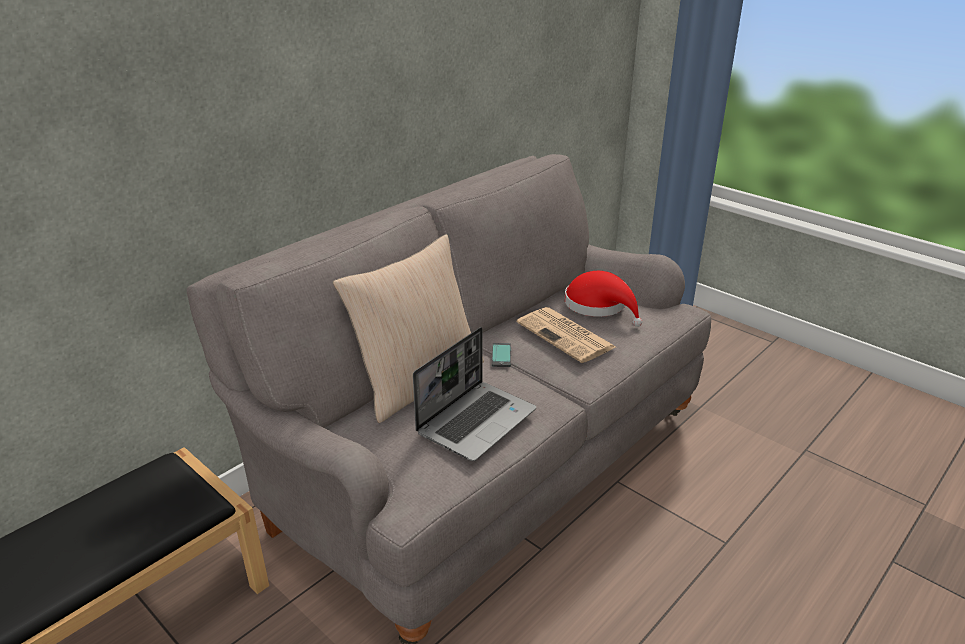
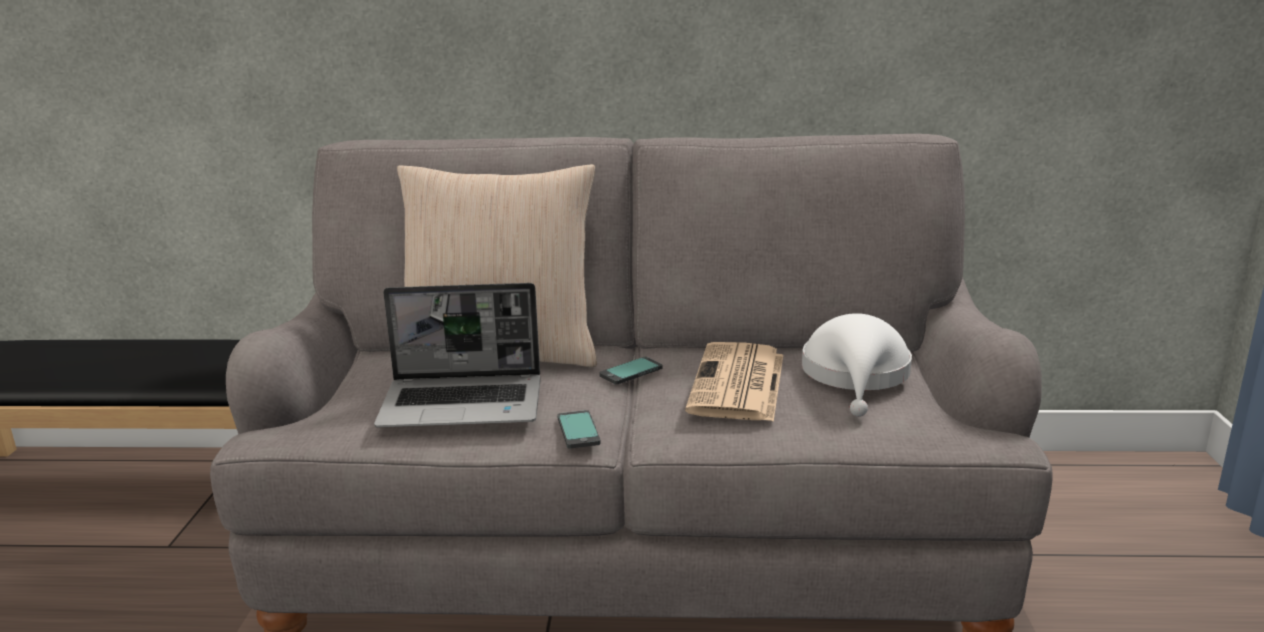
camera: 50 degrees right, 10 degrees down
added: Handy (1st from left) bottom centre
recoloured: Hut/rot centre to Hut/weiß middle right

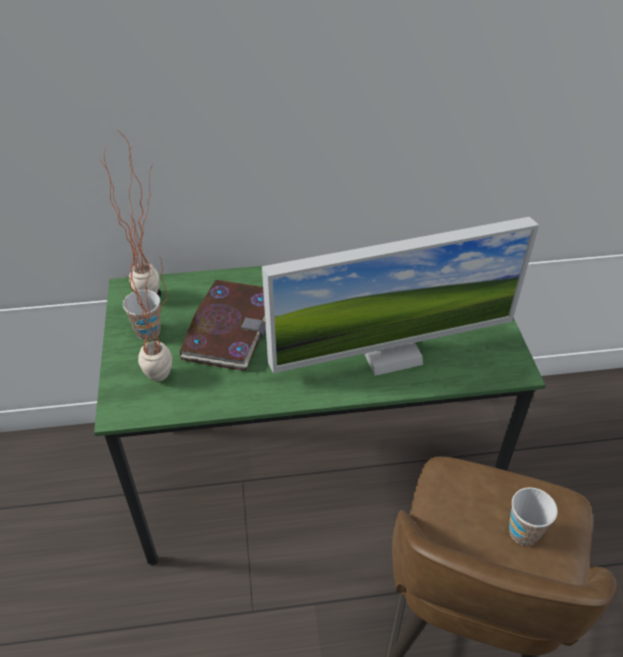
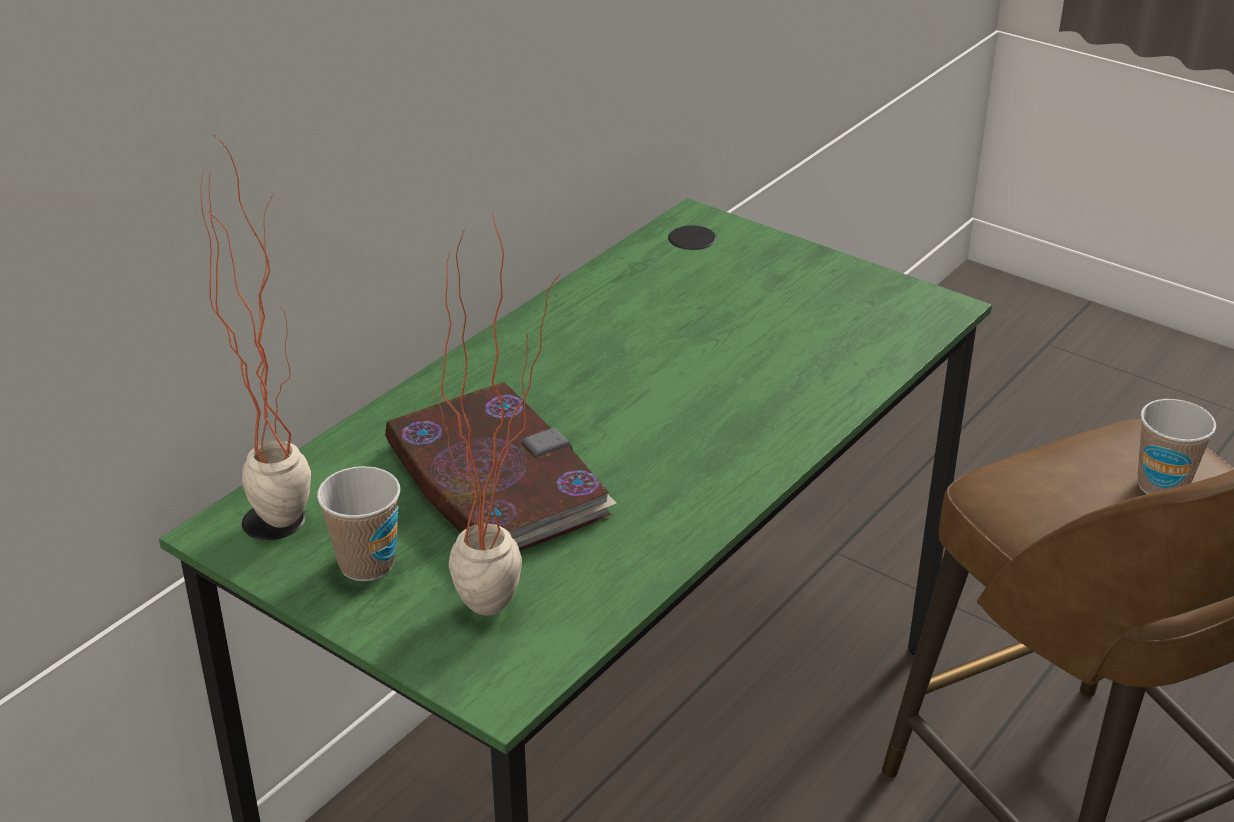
camera: 45 degrees left, 10 degrees down
removed: Monitor centre

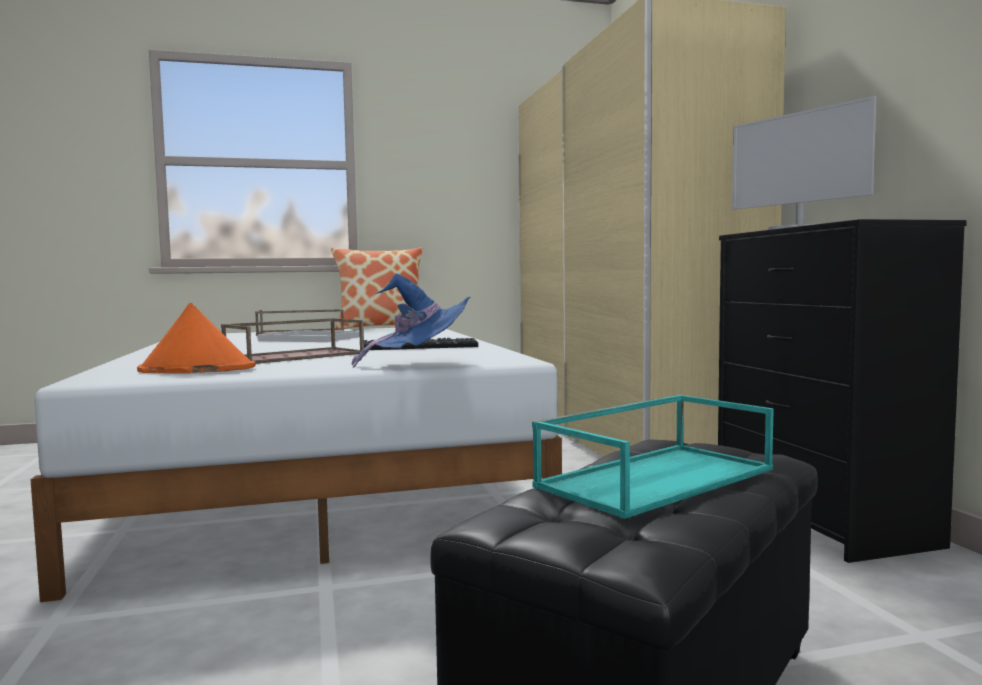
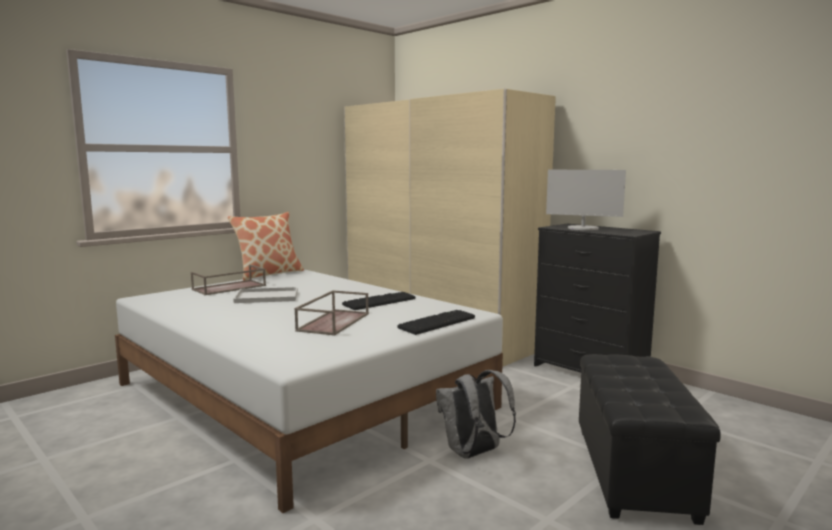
camera: 30 degrees left, 5 degrees up
removed: Hut/orange middle left; Tablett/türkis bottom centre
added: Rucksack/grau bottom centre
replaced: Hut/blau centre to Tastatur (2nd from left) centre

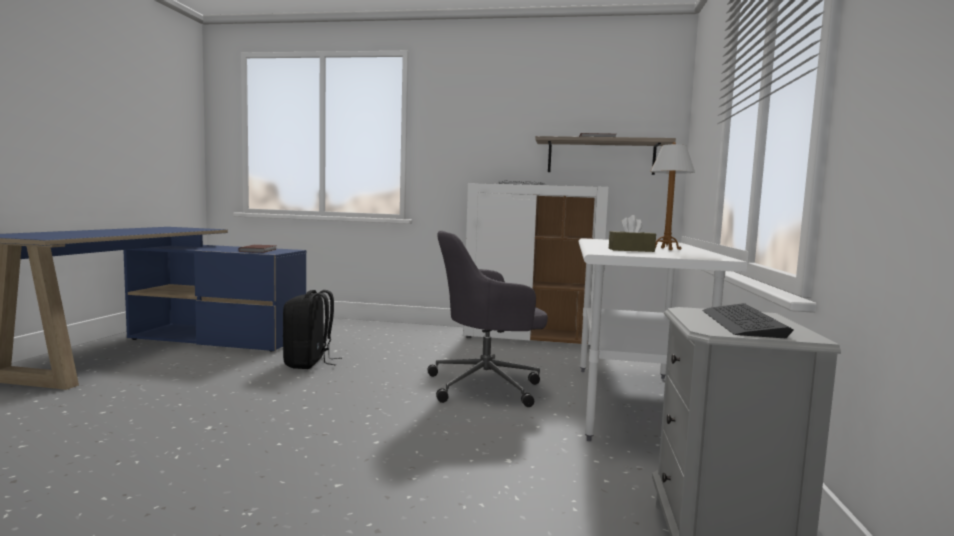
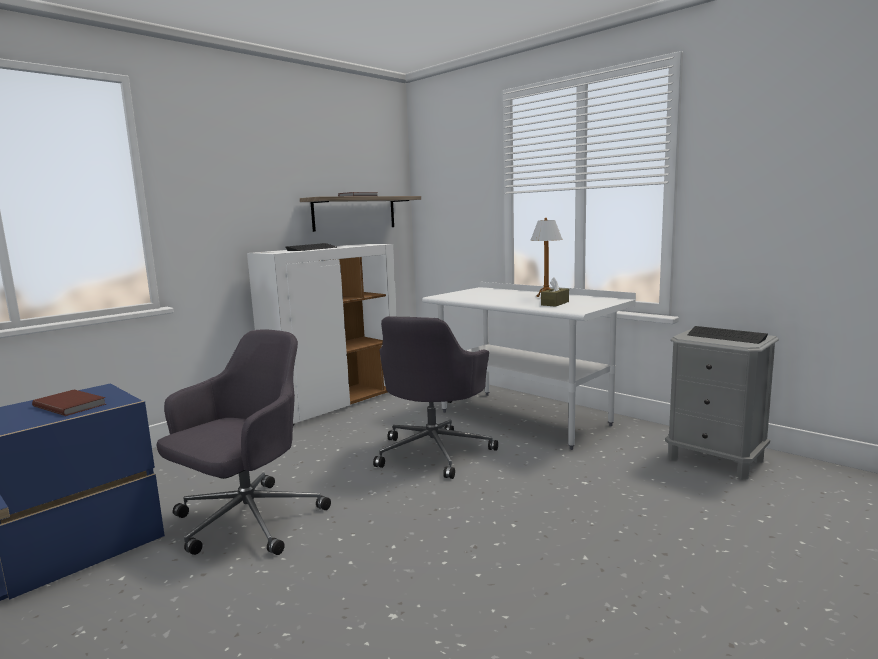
camera: 55 degrees left, 5 degrees up
replaced: Rucksack/schwarz middle left to Bürostuhl/grau (1st from left) bottom left

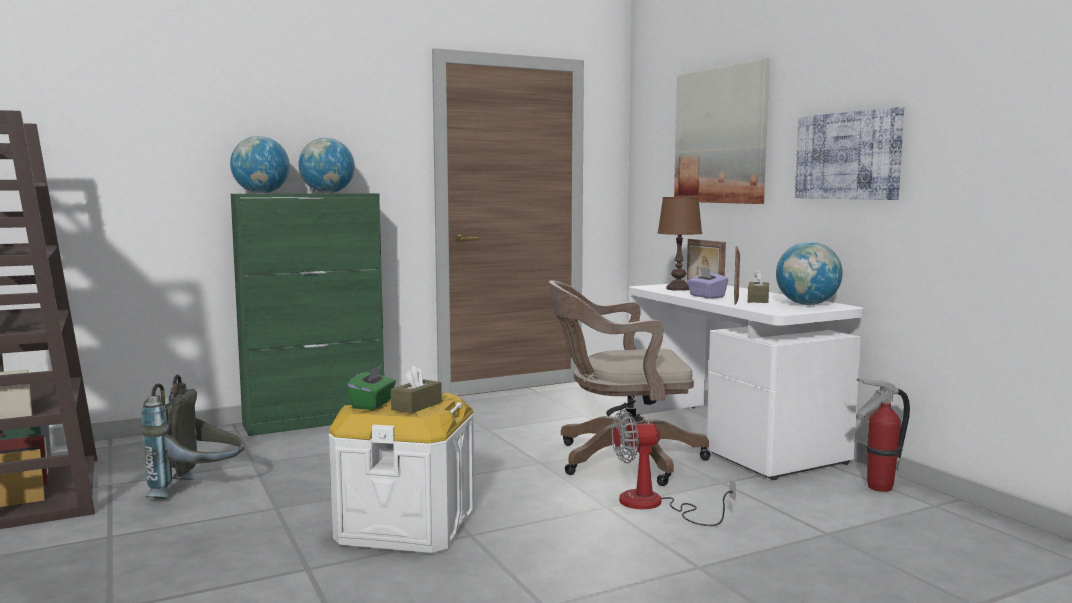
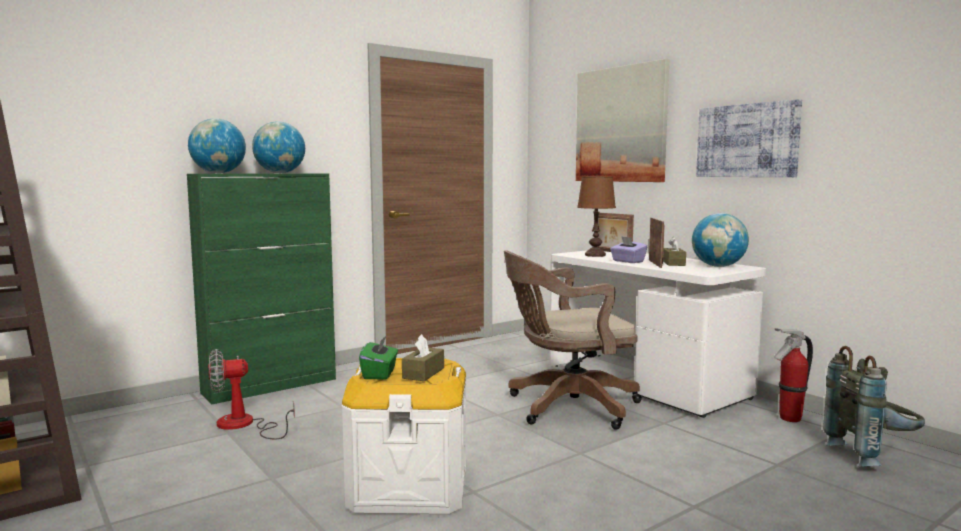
camera: 10 degrees left, 0 degrees up
moved: Rucksack/grau bottom left to bottom right; Ventilator bottom centre to bottom left

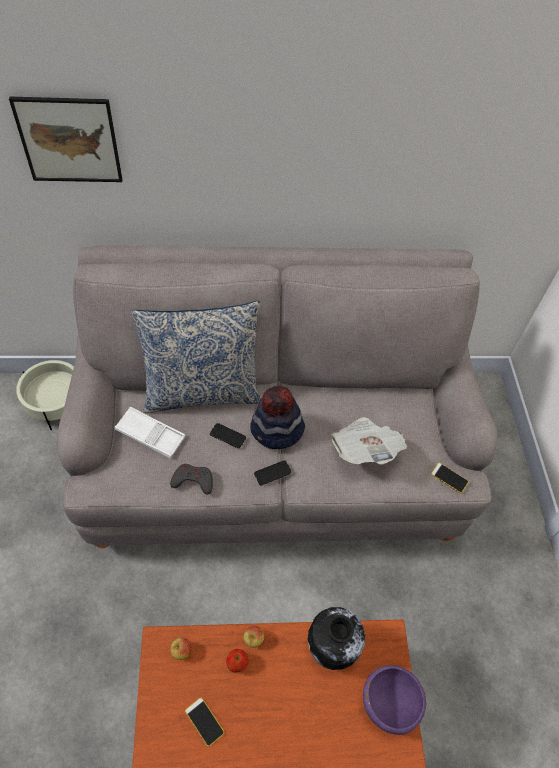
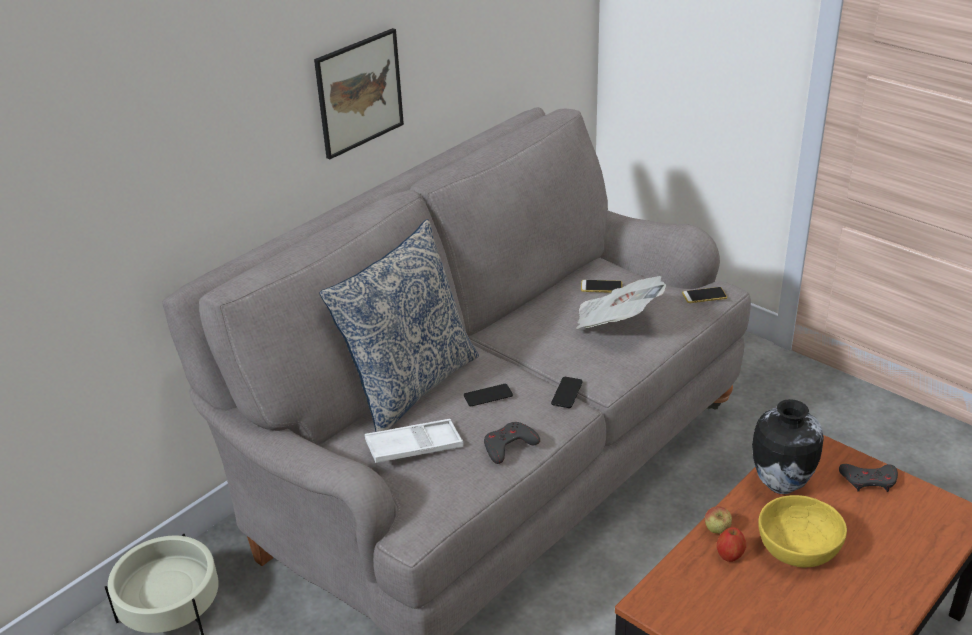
camera: 40 degrees left, 20 degrees down
removed: Hut centre; Apfel (1st from left) bottom left
added: Schüssel/gelb bottom right
moved: Bild top left to top centre; Handy (1st from left in the first image) bottom centre to Handy (3rd from left) centre
replaced: Schüssel/lila bottom right to Gamepad/grau (2nd from left) bottom right

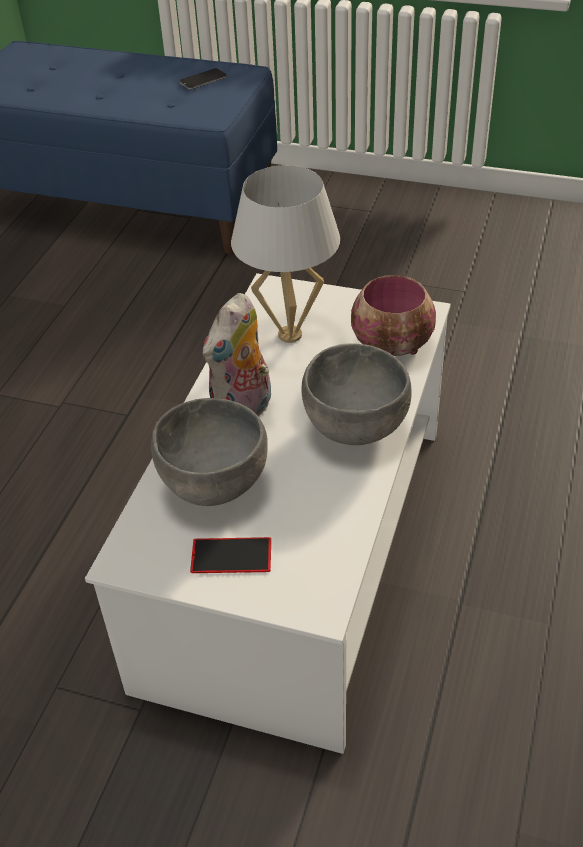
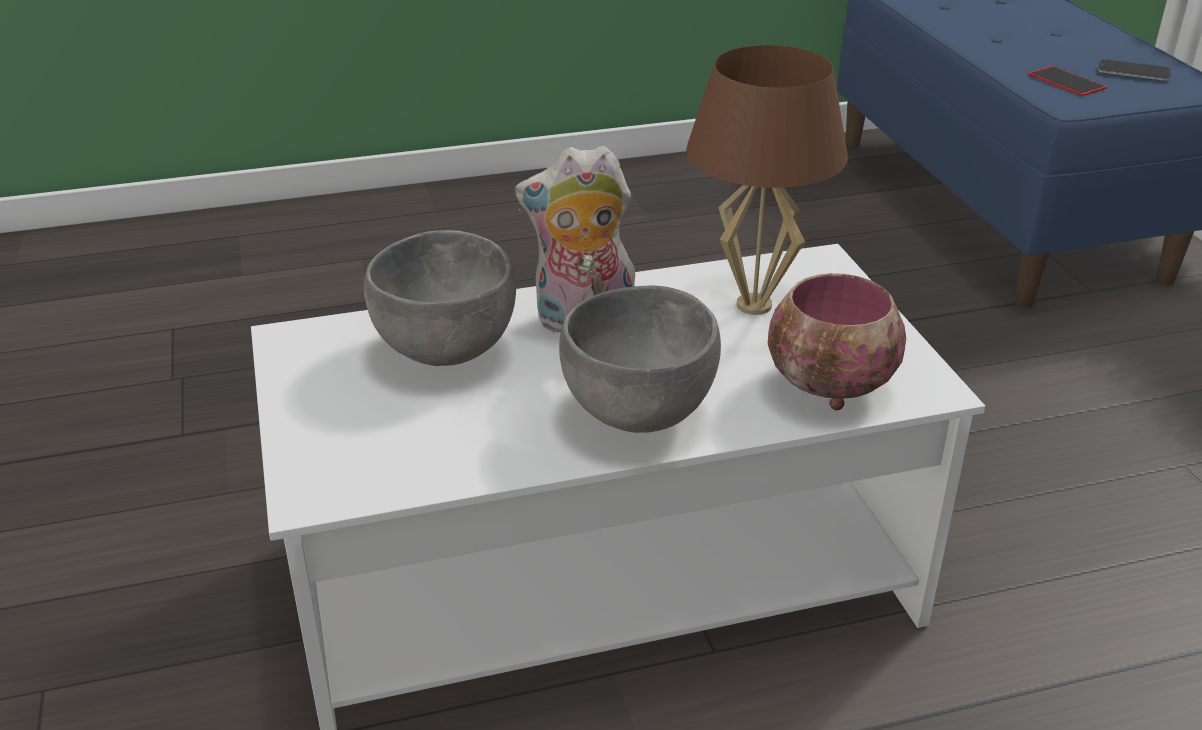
camera: 55 degrees right, 10 degrees down
moved: Handy (2nd from left in the first image) centre to Handy (1st from left) top right
recoloured: Tischlampe/weiß top centre to Tischlampe/braun top centre

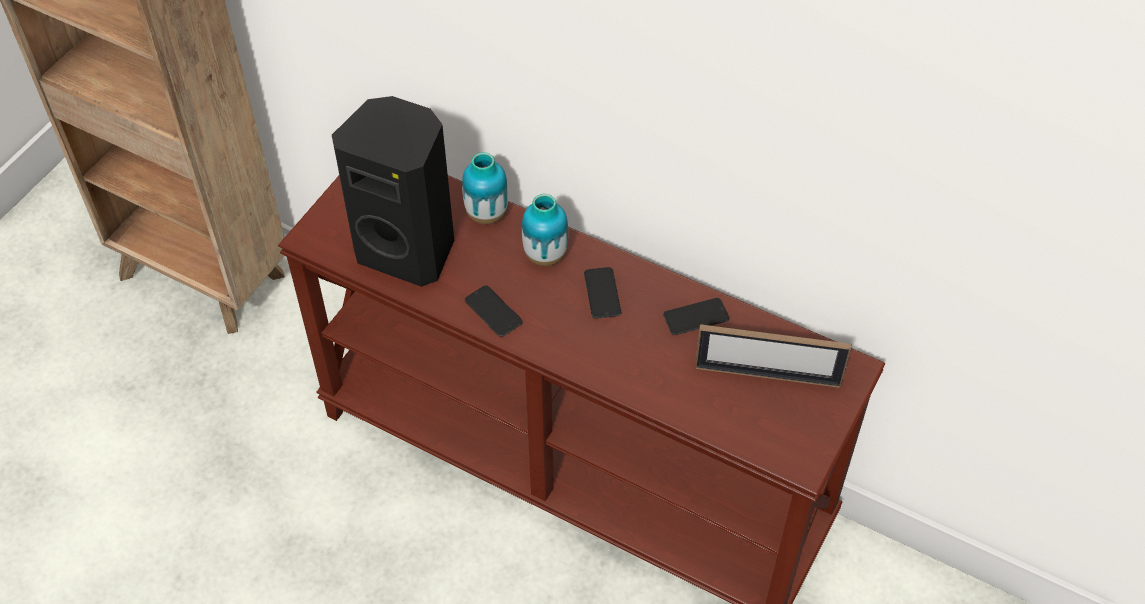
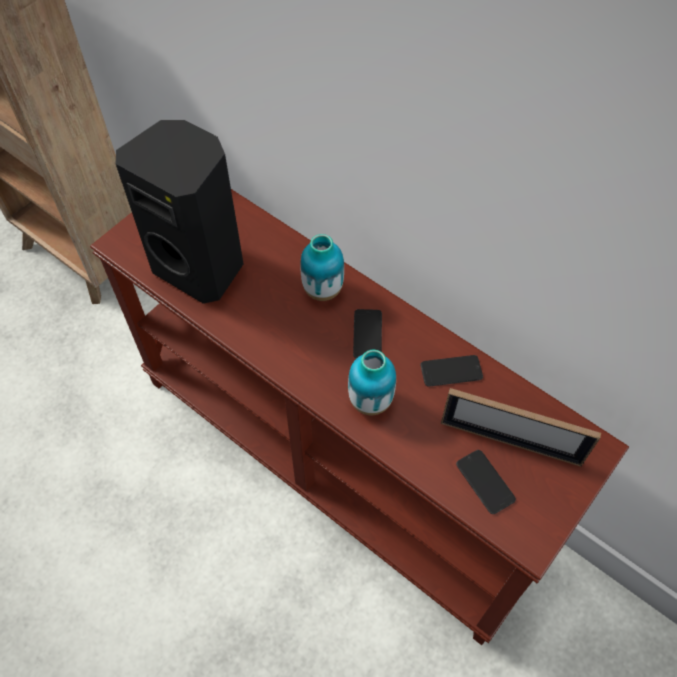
camera: 10 degrees right, 5 degrees up
moved: Vase (1st from left in the first image) top centre to Vase (2nd from left) centre; Handy (1st from left in the first image) centre to Handy (3rd from left) bottom right

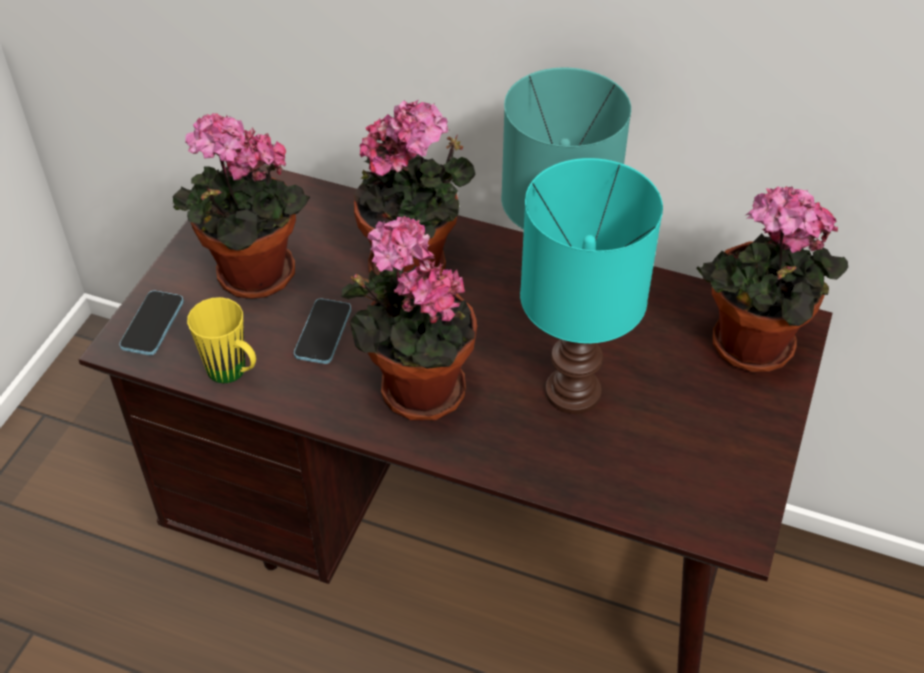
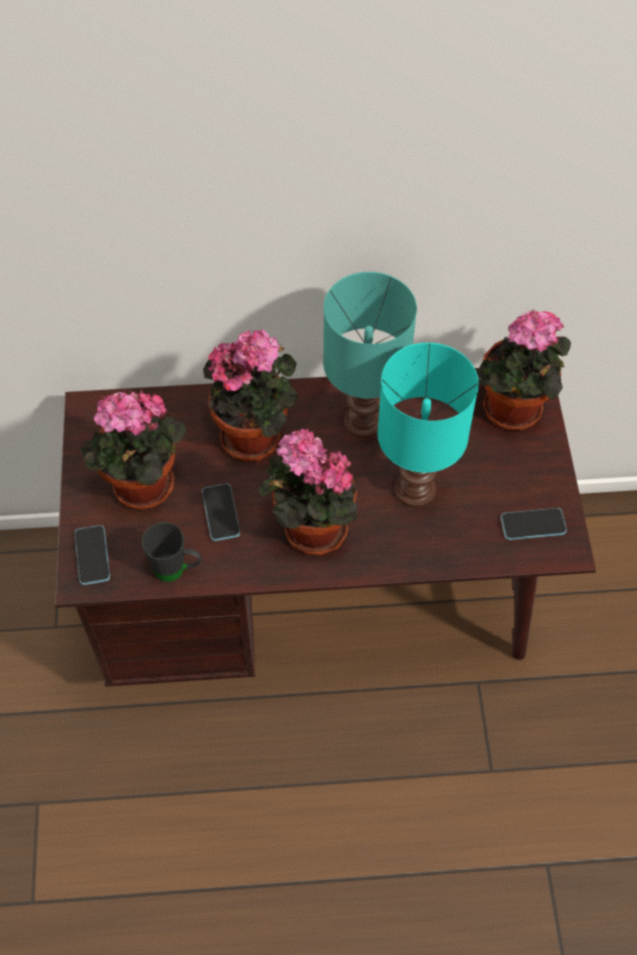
camera: 25 degrees left, 10 degrees up
added: Handy (3rd from left) middle right
recoloured: Henkelbecher/gelb middle left to Henkelbecher/schwarz middle left

